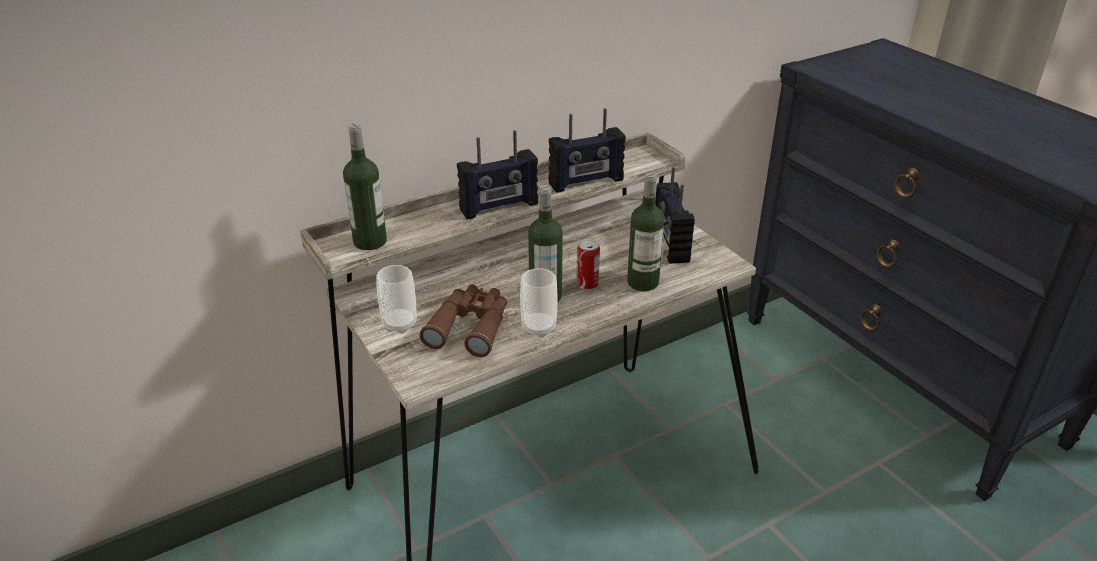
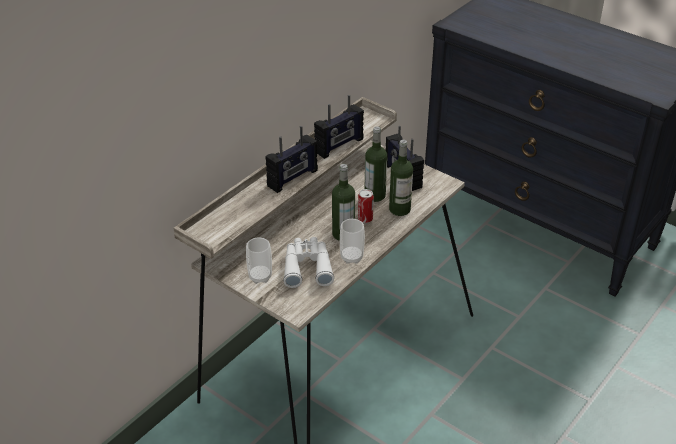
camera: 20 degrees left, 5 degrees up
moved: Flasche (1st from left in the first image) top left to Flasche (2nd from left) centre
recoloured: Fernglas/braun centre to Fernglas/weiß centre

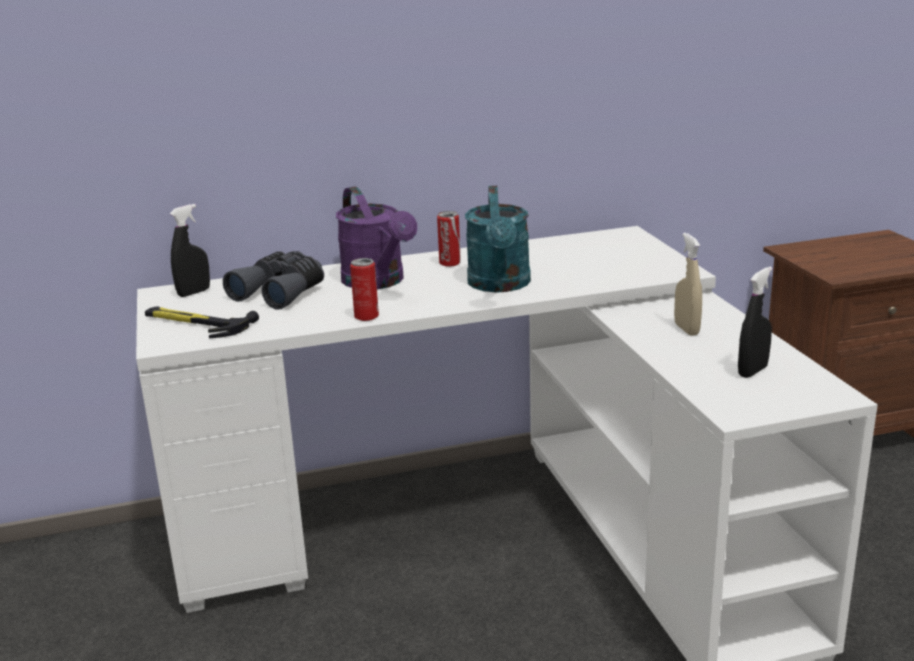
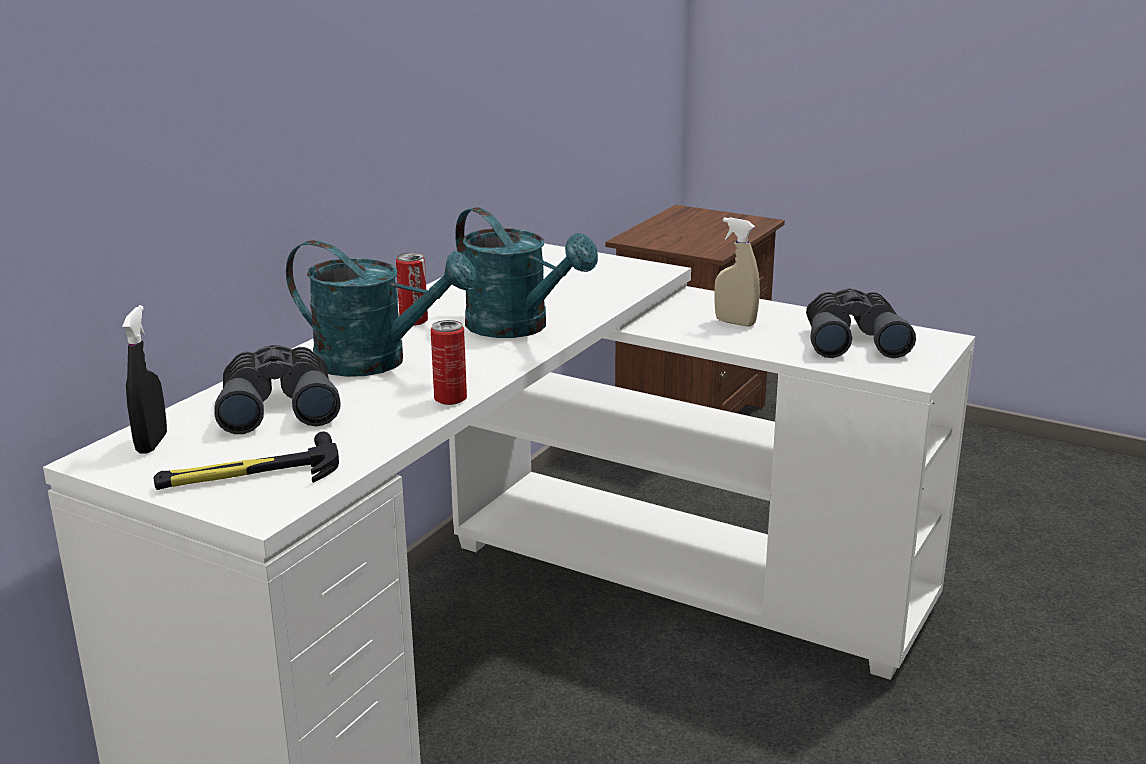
camera: 45 degrees left, 0 degrees up
replaced: Sprühflasche/schwarz (2nd from left) middle right to Fernglas/grau (2nd from left) middle right
recoloured: Gießkanne/lila centre to Gießkanne/türkis (1st from left) middle left

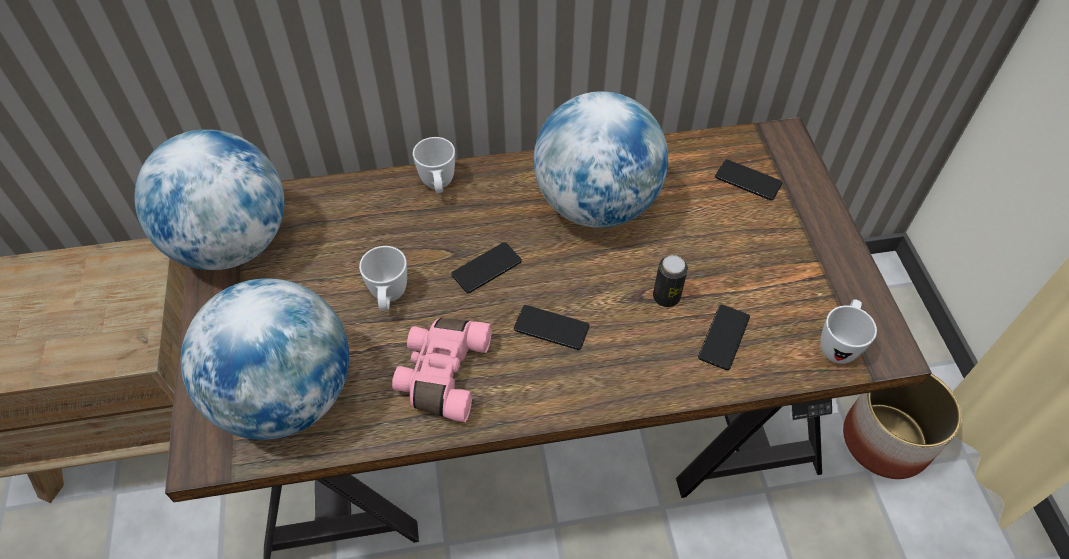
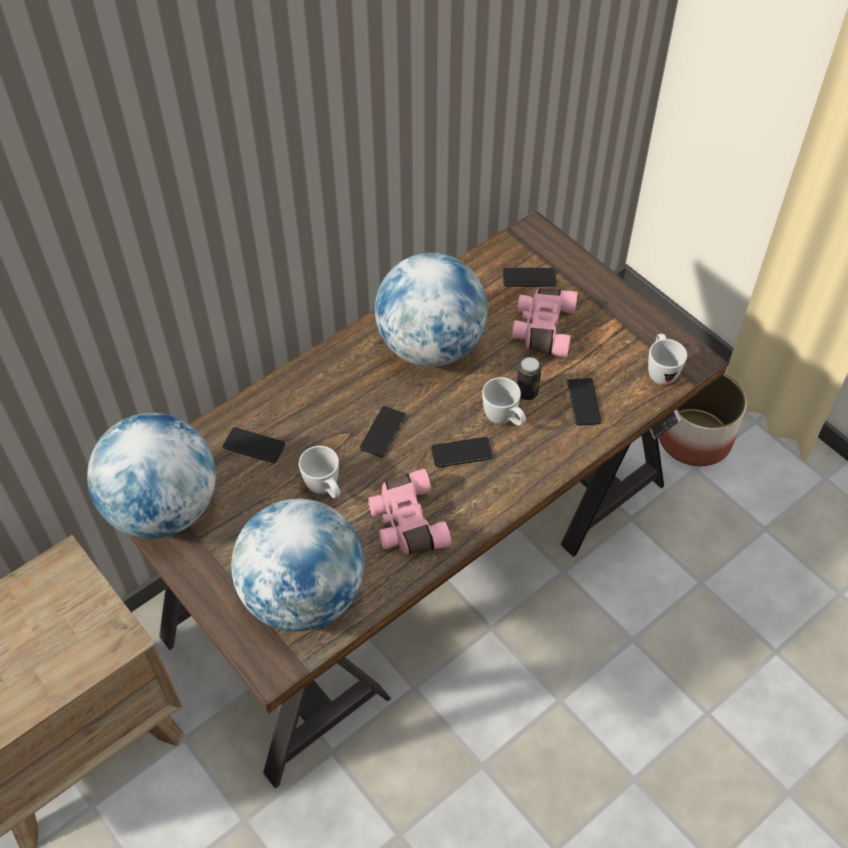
camera: 30 degrees left, 0 degrees up
added: Fernglas/rosa (2nd from left) centre; Handy (1st from left) middle left
moved: Henkelbecher/weiß (2nd from left) top centre to centre

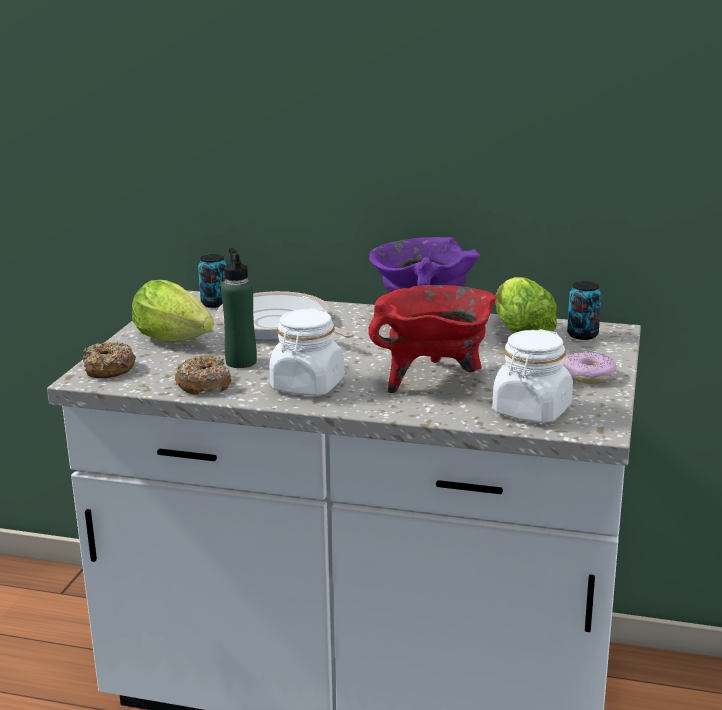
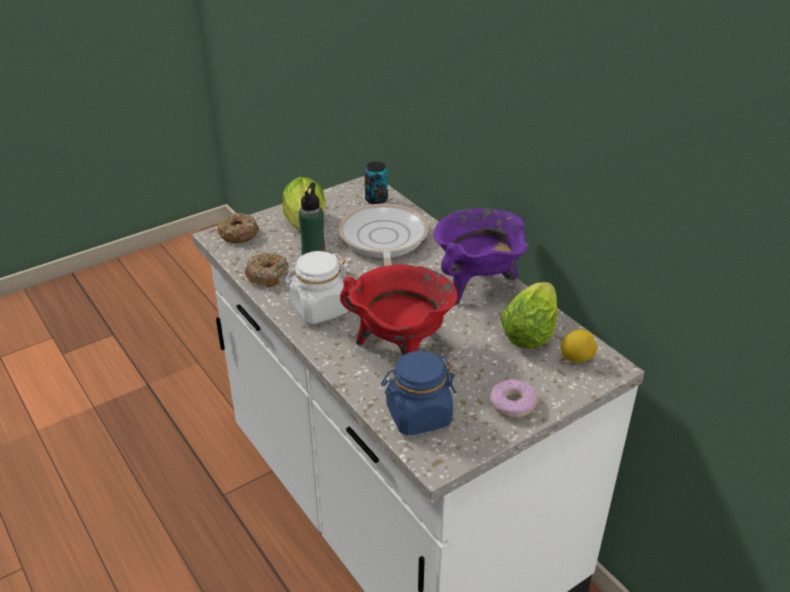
camera: 40 degrees right, 15 degrees up
replaced: Dose (2nd from left) middle right to Zitrone middle right
recoloured: Vorratsglas/weiß (2nd from left) middle right to Vorratsglas/blau centre

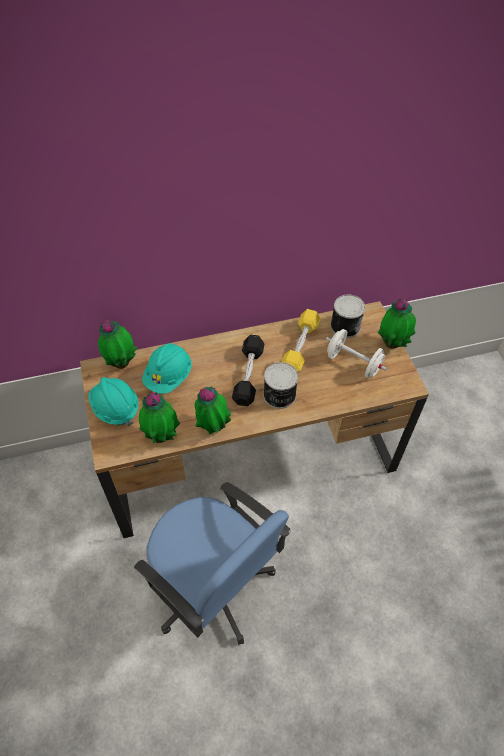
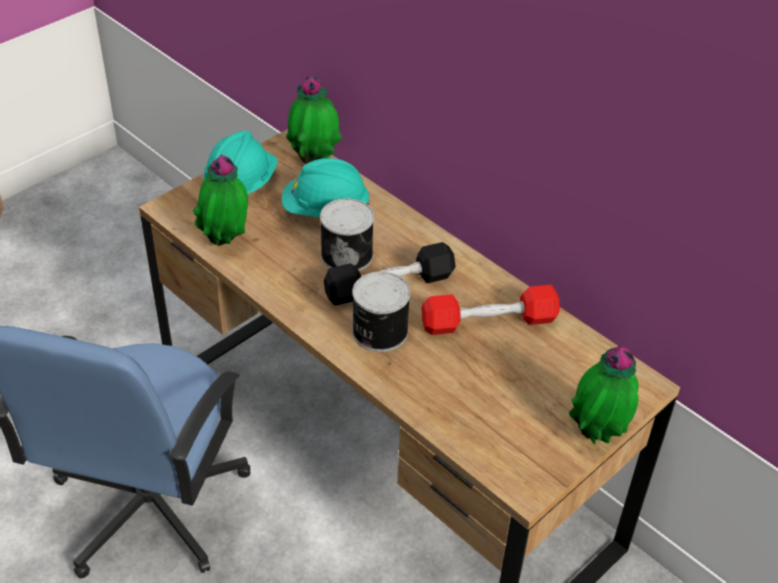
camera: 60 degrees right, 10 degrees down
removed: Hantel/weiß middle right; Topfpflanze (3rd from left) centre
moved: Dose (2nd from left in the first image) middle right to Dose (1st from left) centre
recoloured: Hantel/gelb centre to Hantel/rot centre

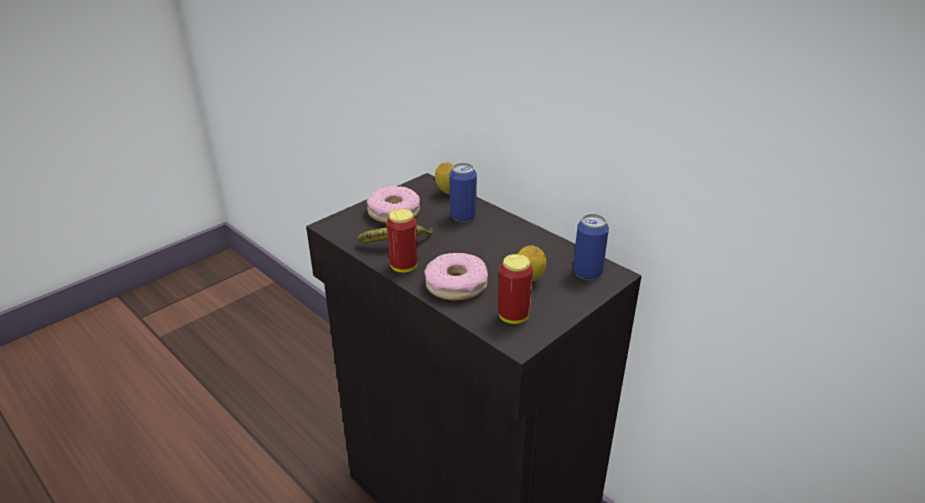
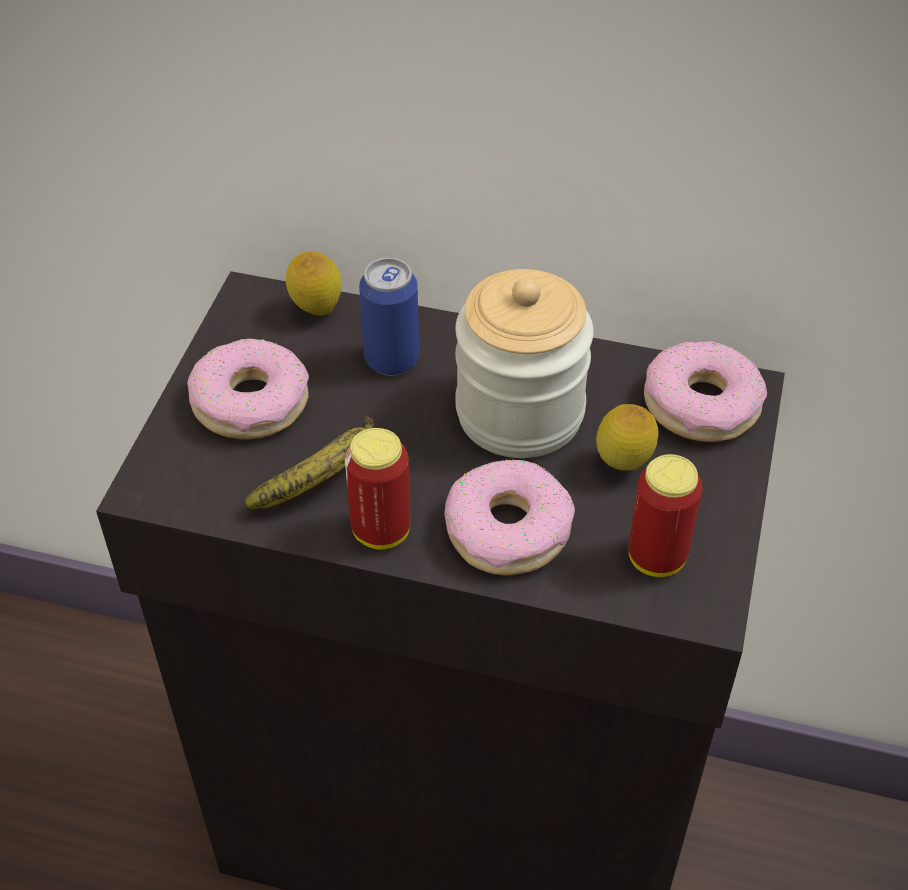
camera: 30 degrees left, 15 degrees up
added: Vorratsglas centre
replaced: Dose (4th from left) centre to Donut (3rd from left) middle right

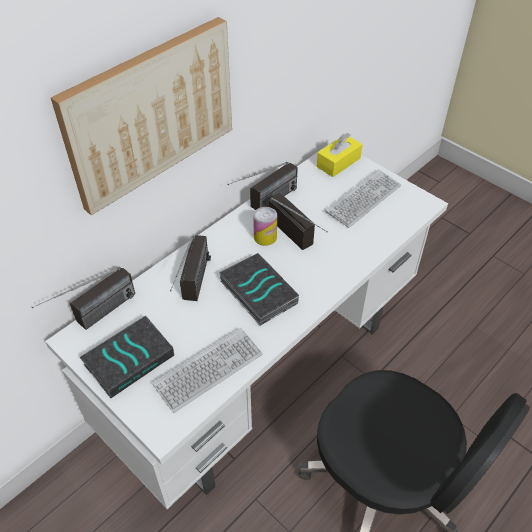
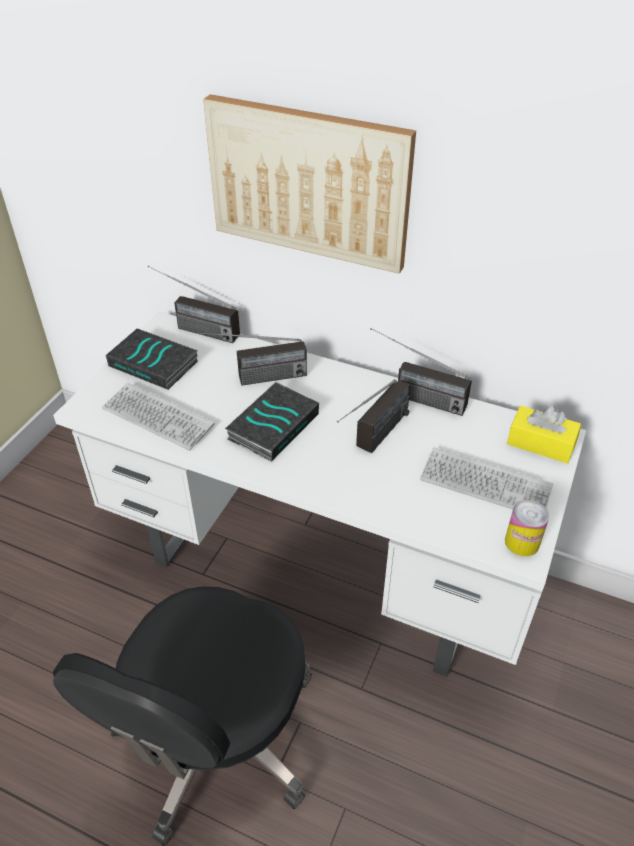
camera: 70 degrees right, 5 degrees down
moved: Dose centre to middle right

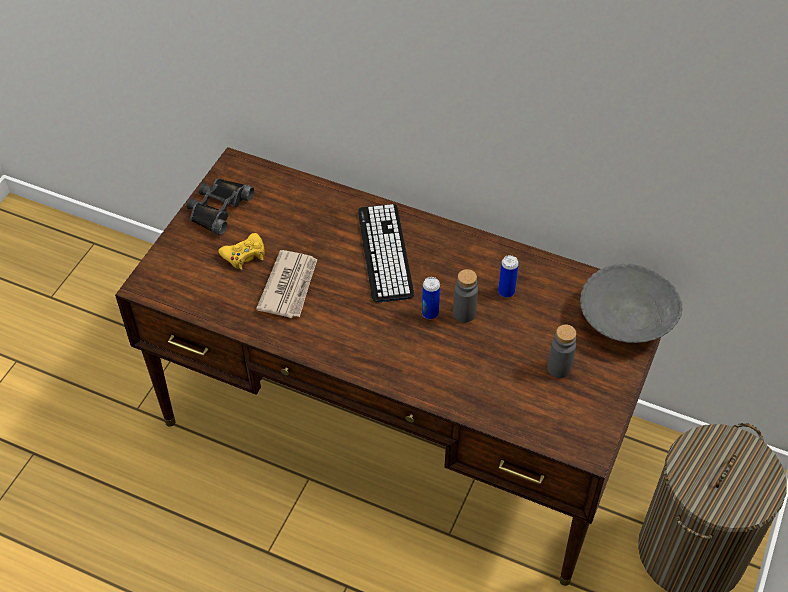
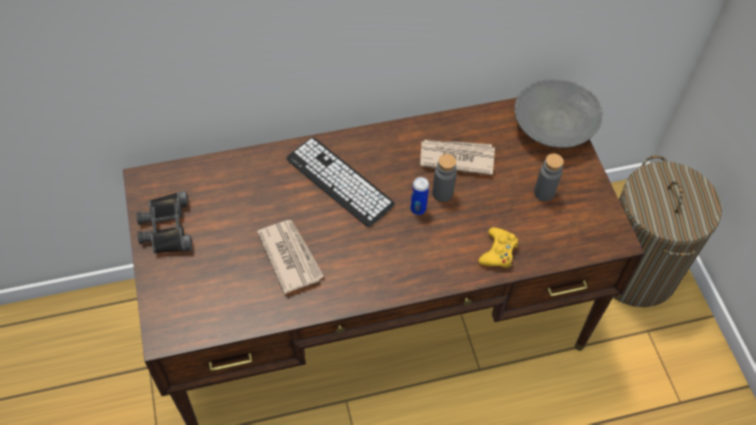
camera: 40 degrees left, 5 degrees up
moved: Gamepad/gelb middle left to centre
replaced: Dose (2nd from left) centre to Zeitung (2nd from left) centre

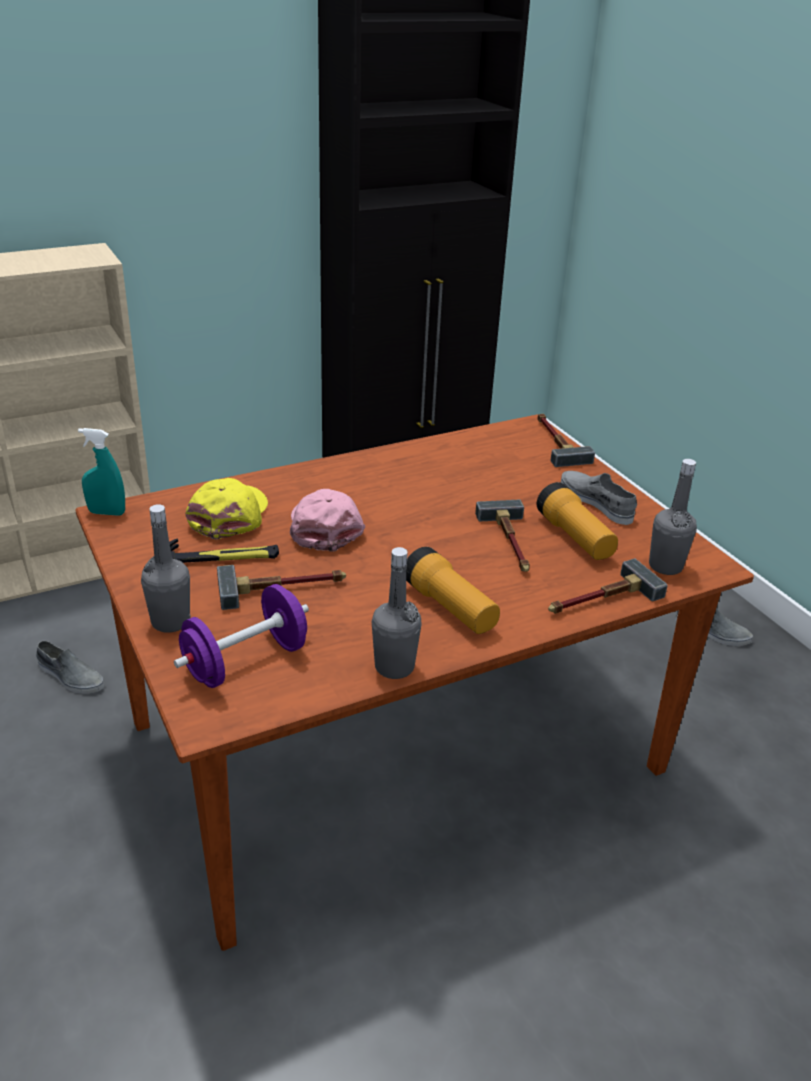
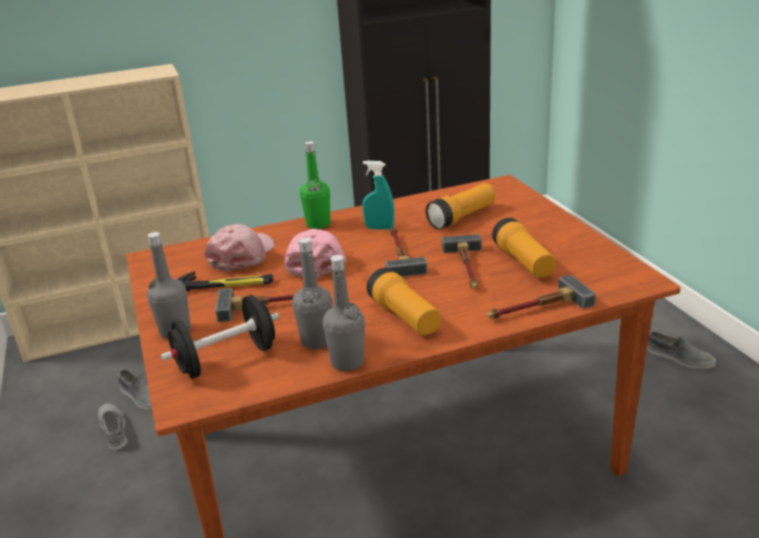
camera: 10 degrees right, 5 degrees down
added: Flasche/grün centre; Taschenlampe (2nd from left) centre
moved: Hammer (4th from left in the first image) middle right to Hammer (3rd from left) centre; Sprühflasche/türkis middle left to centre; Flasche/grau (3rd from left in the first image) middle right to Flasche/grau (2nd from left) centre; Schuh/grau (2nd from left in the first image) middle right to Schuh/grau (1st from left) bottom left
recoloured: Kappe/gelb middle left to Kappe/rosa (1st from left) middle left; Hantel/lila middle left to Hantel/schwarz middle left

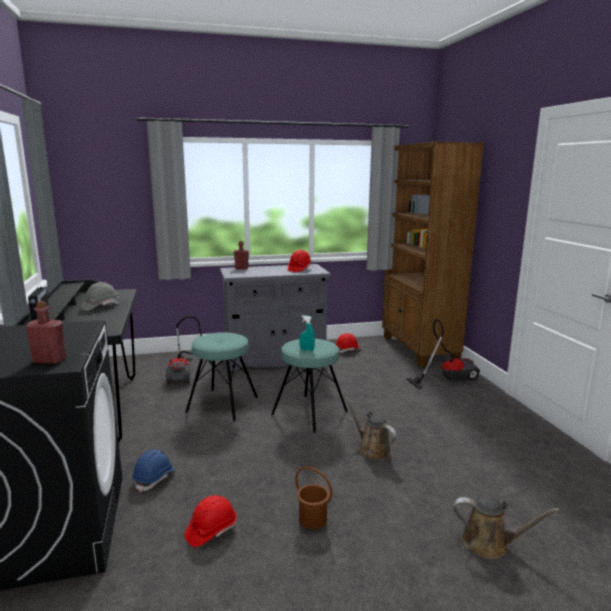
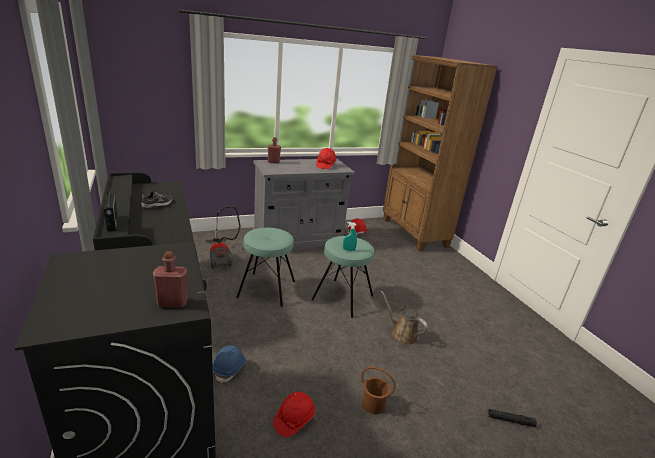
camera: 10 degrees left, 10 degrees up
removed: Staubsauger (2nd from left) middle right
replaced: Schutzhelm/grau middle left to Schuh middle left; Gießkanne/braun (2nd from left) bottom right to Taschenlampe/schwarz bottom right

